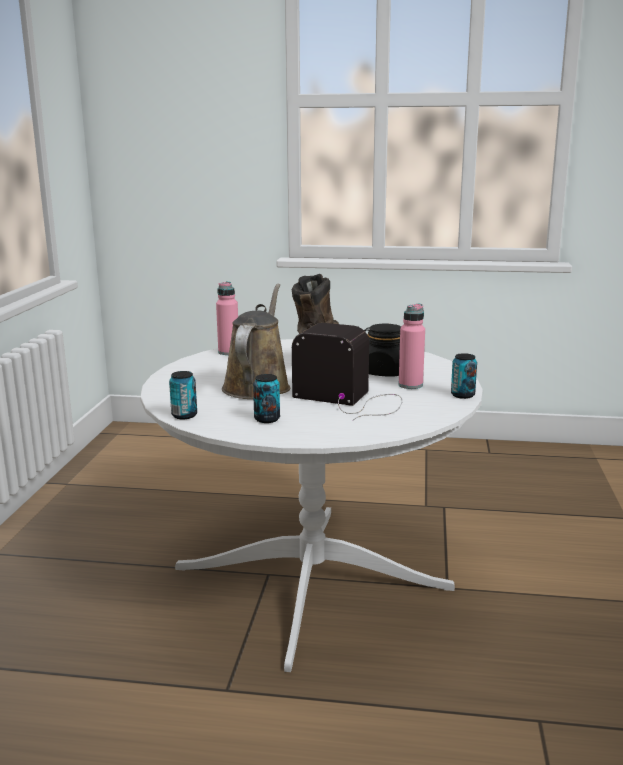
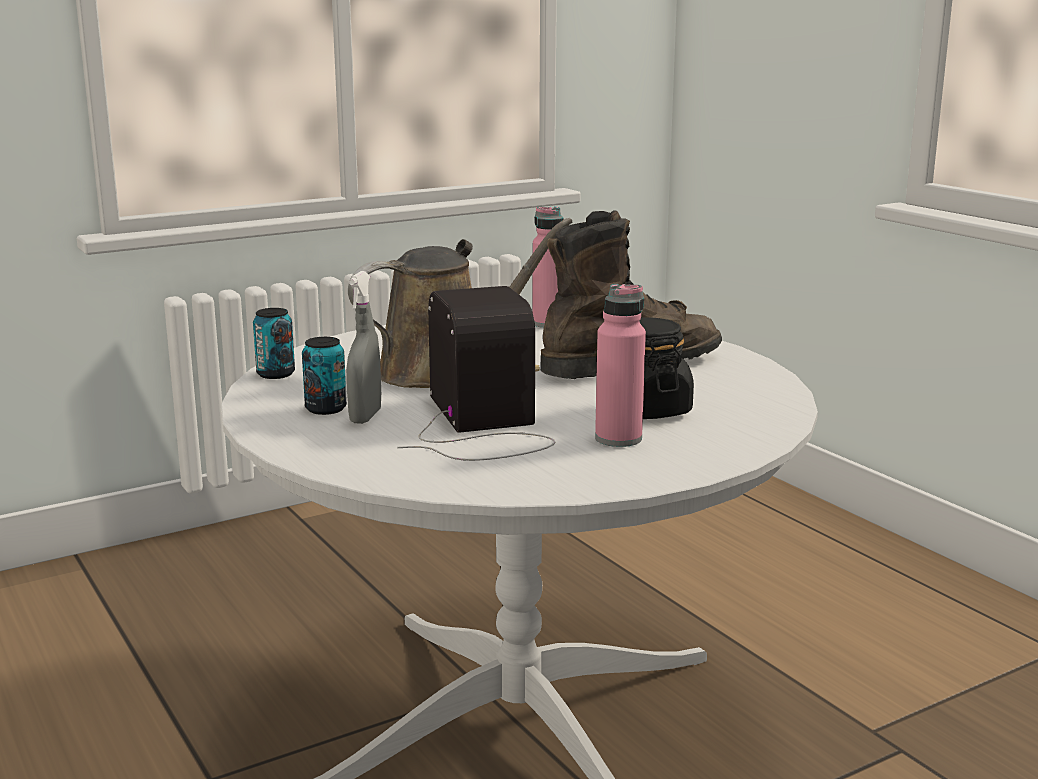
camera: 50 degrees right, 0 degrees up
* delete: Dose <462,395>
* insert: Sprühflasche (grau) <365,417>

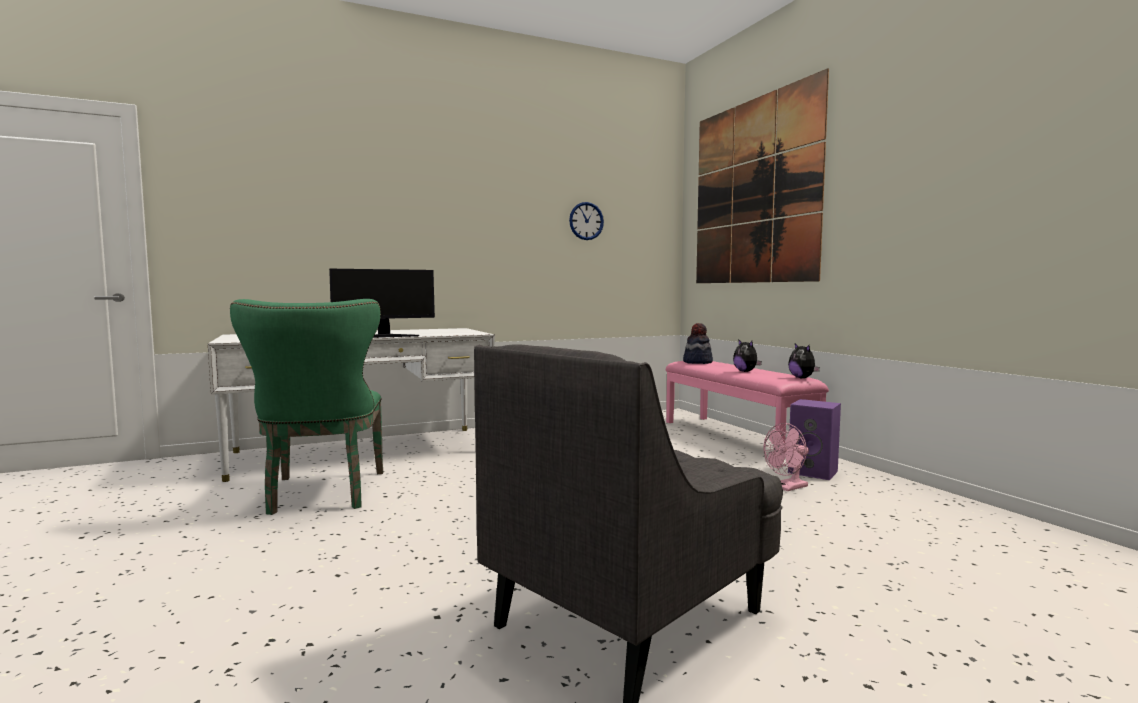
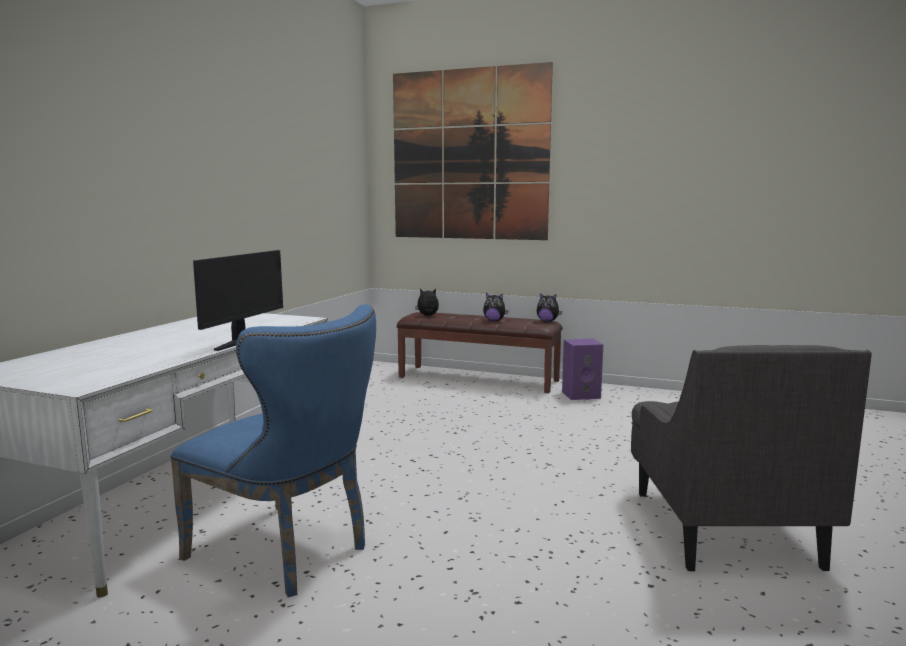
camera: 45 degrees left, 5 degrees up
* delete: Wanduhr <586,221>
* recolor: Stuhl (grün) <323,495> to Stuhl (blau) <288,552>
* replace: Hut <697,362> to Plüschtier <427,315>
* recolor: Bank (rosa) <737,437> to Bank (braun) <478,378>
* delete: Ventilator (rosa) <787,488>

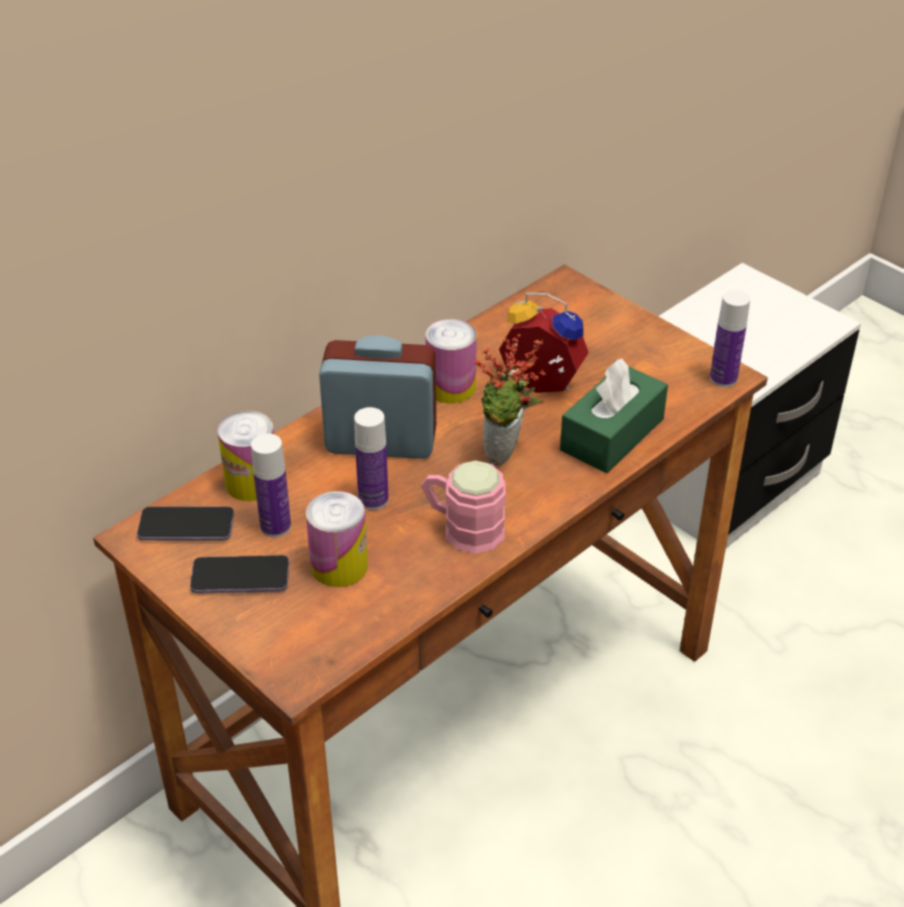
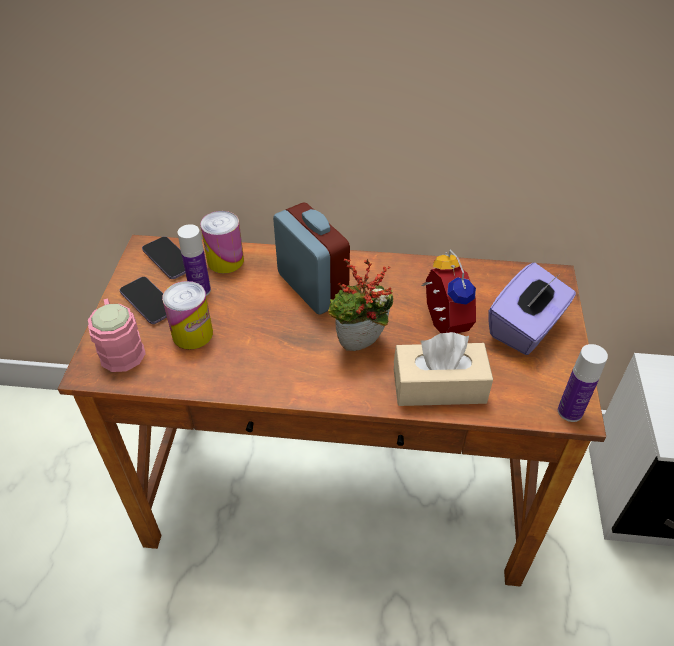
camera: 50 degrees right, 5 degrees up
* delete: Dose <451,387>
* recolor: Taschentuchbox (grün) <612,434> to Taschentuchbox (beige) <439,386>
* delete: Flasche <373,499>
* move: Henkelbecher (rosa) <463,528> to <120,348>
* insert: Taschentuchbox (lila) <526,328>

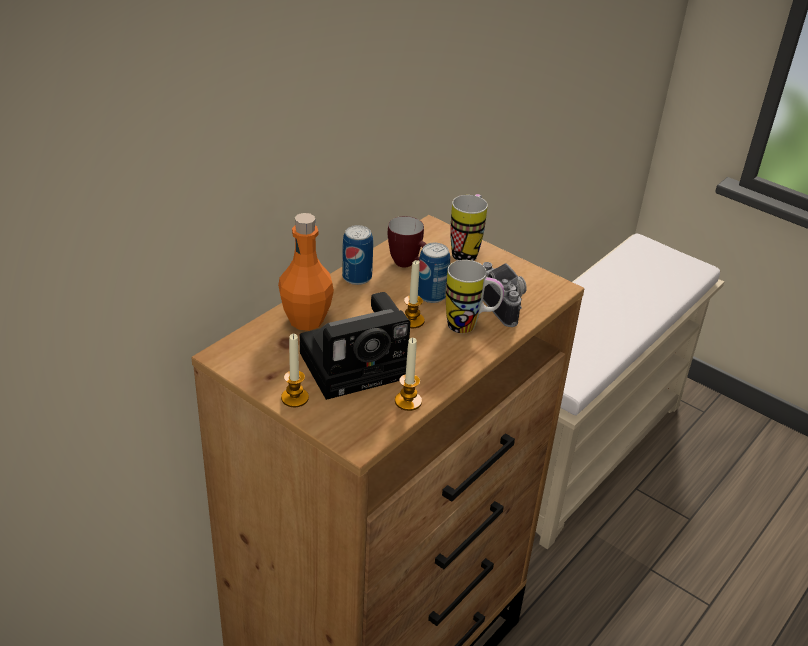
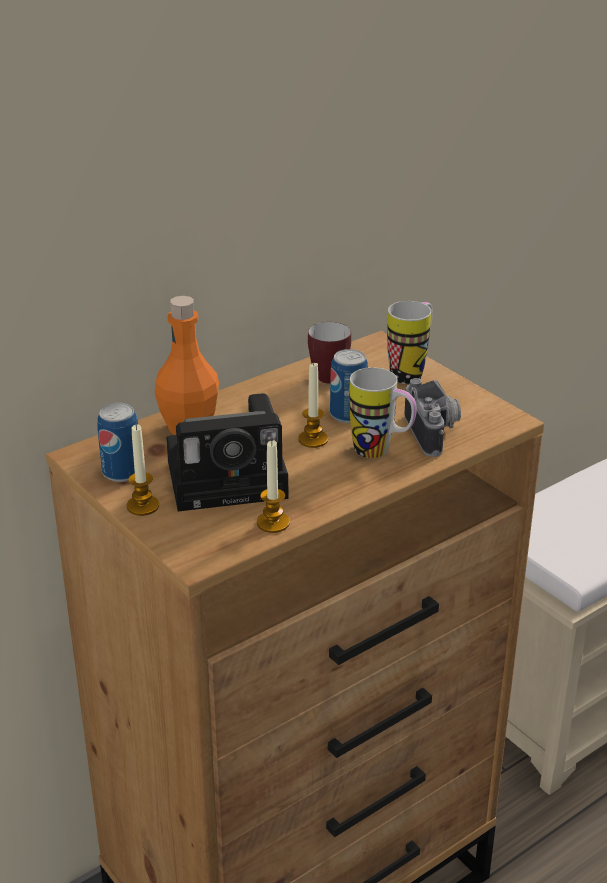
camera: 15 degrees right, 5 degrees down
* move: Dose <357,277> to <122,472>

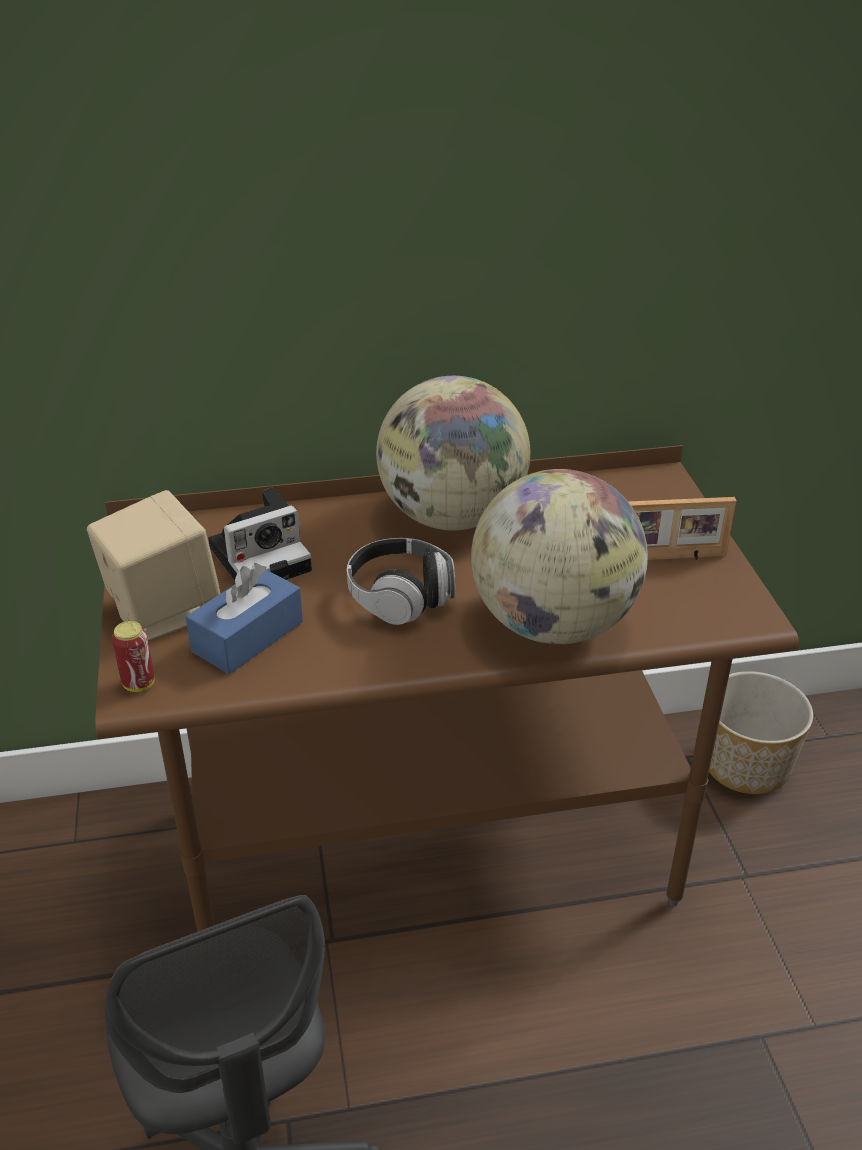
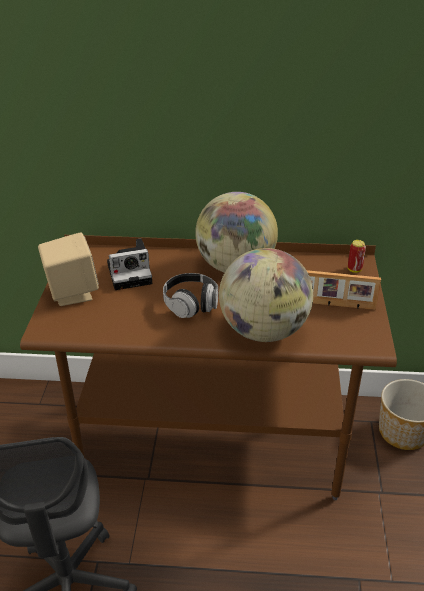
camera: 15 degrees right, 0 degrees up
* delete: Taschentuchbox (blau) <248,636>
* move: Dose <139,684> to <354,269>

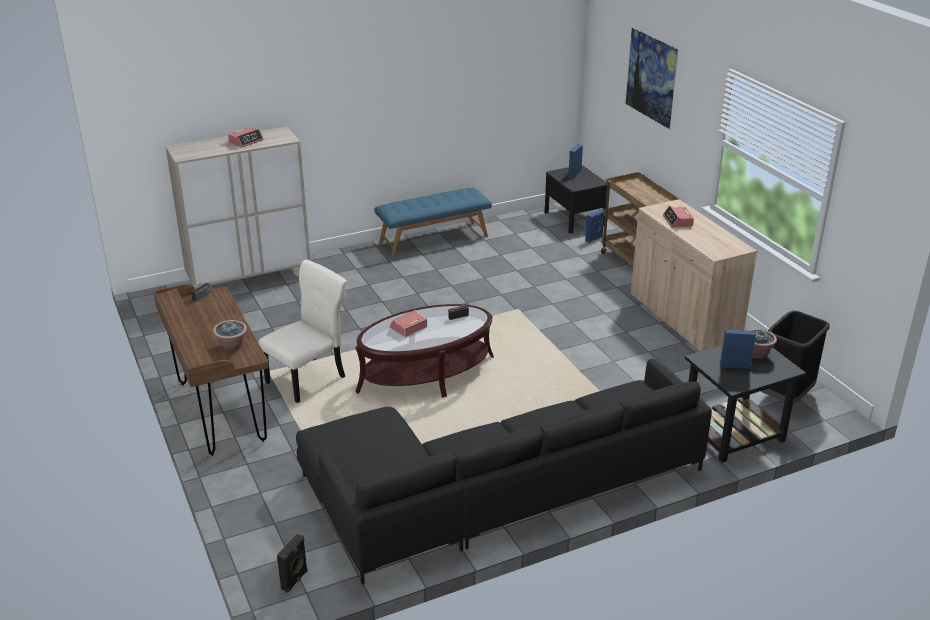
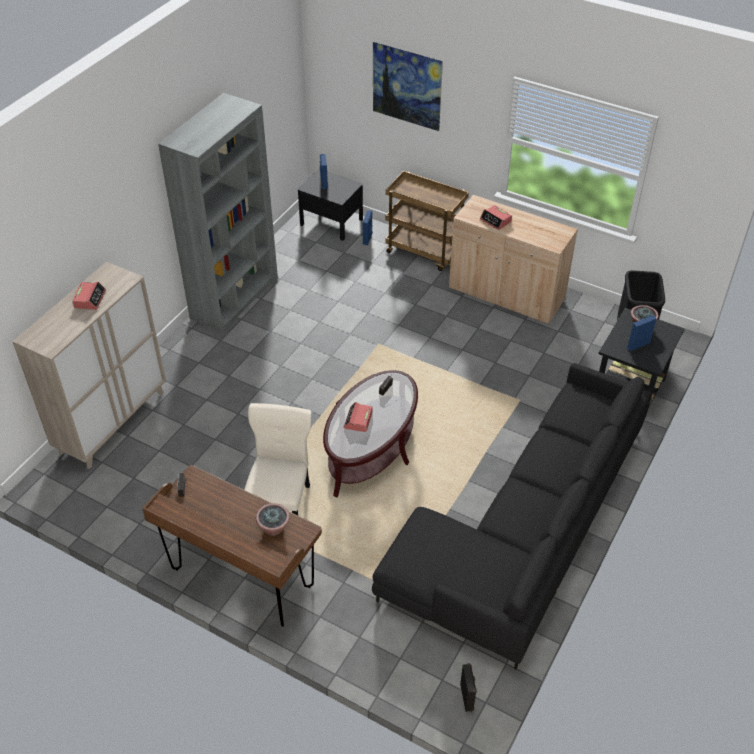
camera: 35 degrees left, 15 degrees up
* replace: Bank (blau) <433,239> to Bücherregal (grau) <234,297>

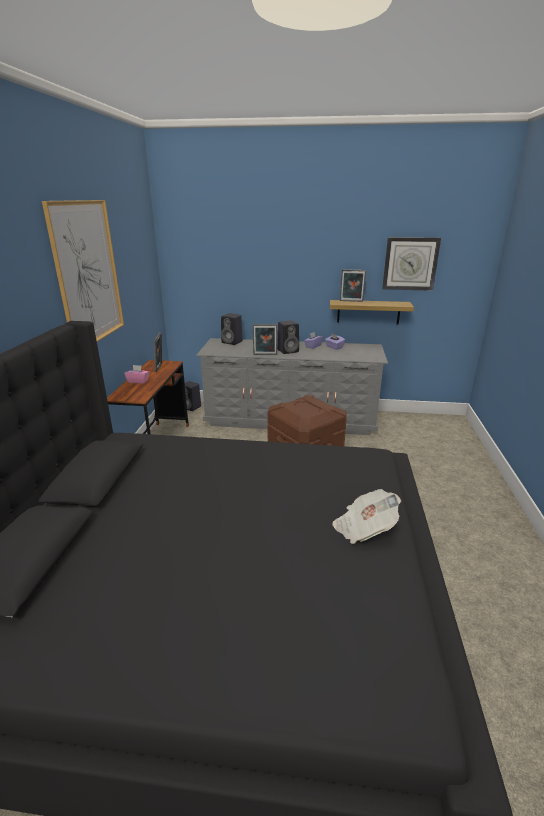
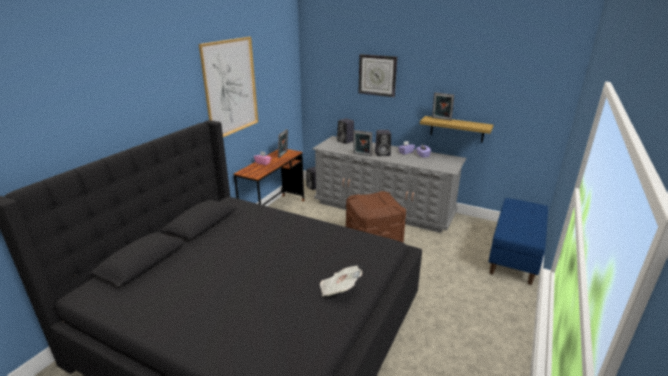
camera: 20 degrees right, 0 degrees up
* move: Wanduhr <410,264> to <377,75>
* insert: Bank (blau) <515,255>

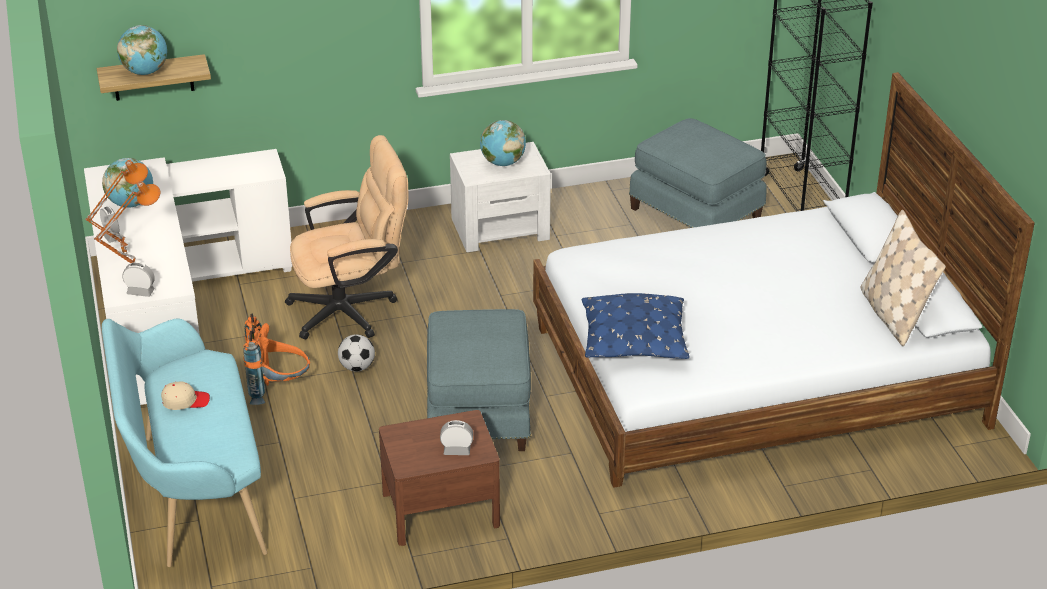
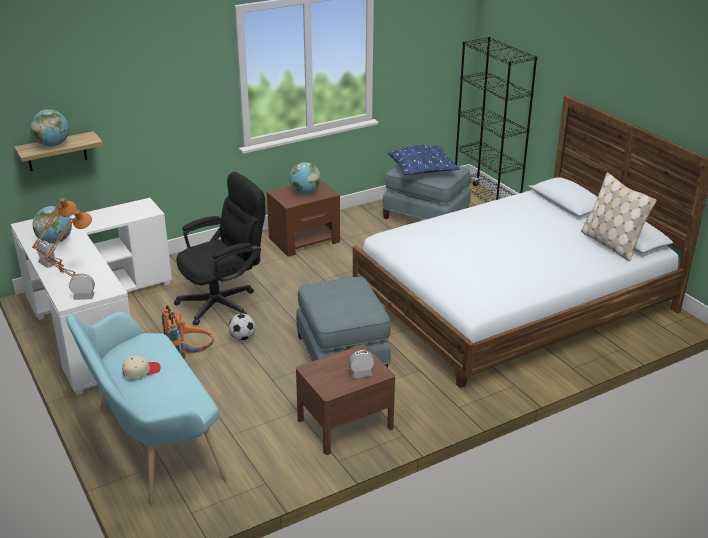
camera: 15 degrees left, 5 degrees down
* recolor: Bürostuhl (beige) <352,310> to Bürostuhl (schwarz) <224,302>
* recolor: Nachttisch (weiß) <501,228> to Nachttisch (braun) <305,240>
* move: Kissen (blau) <634,341> to <423,169>

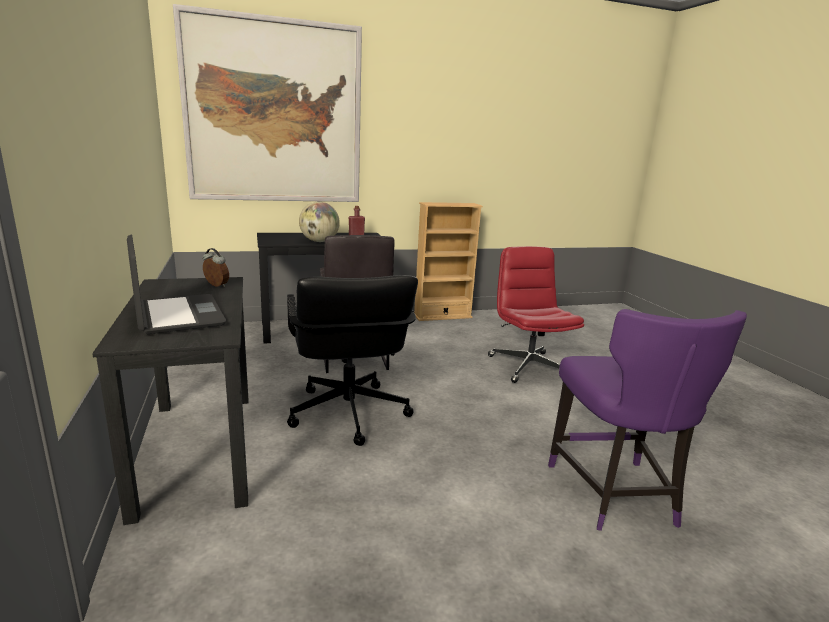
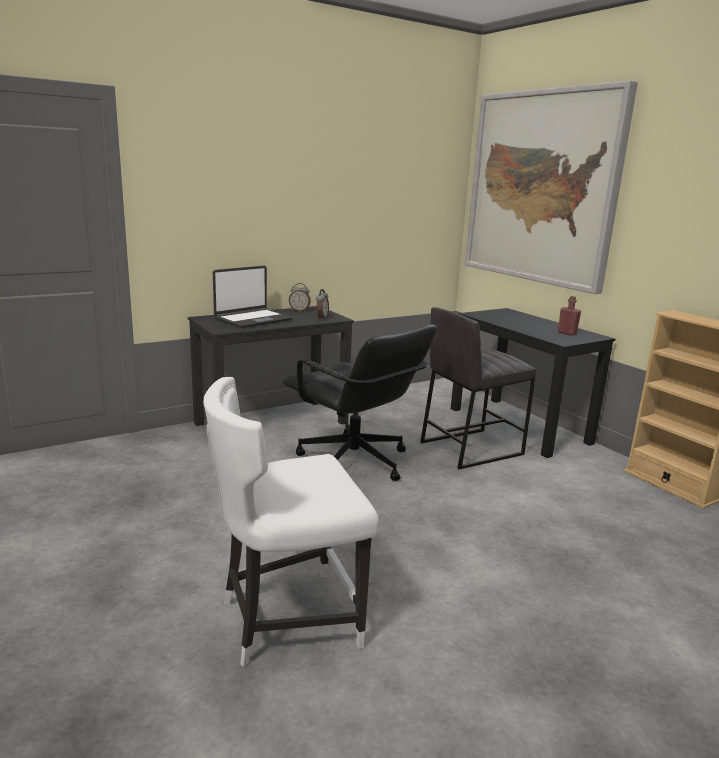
camera: 75 degrees right, 0 degrees up
* delete: Globus <319,241>
* delete: Bürostuhl (rot) <528,366>
* rotate: Bürostuhl (schwarz) <348,413> = <354,462> 105 degrees counterclockwise
* recolor: Stuhl (lila) <614,495> to Stuhl (weiß) <286,619>
* insert: Wecker <299,311>

